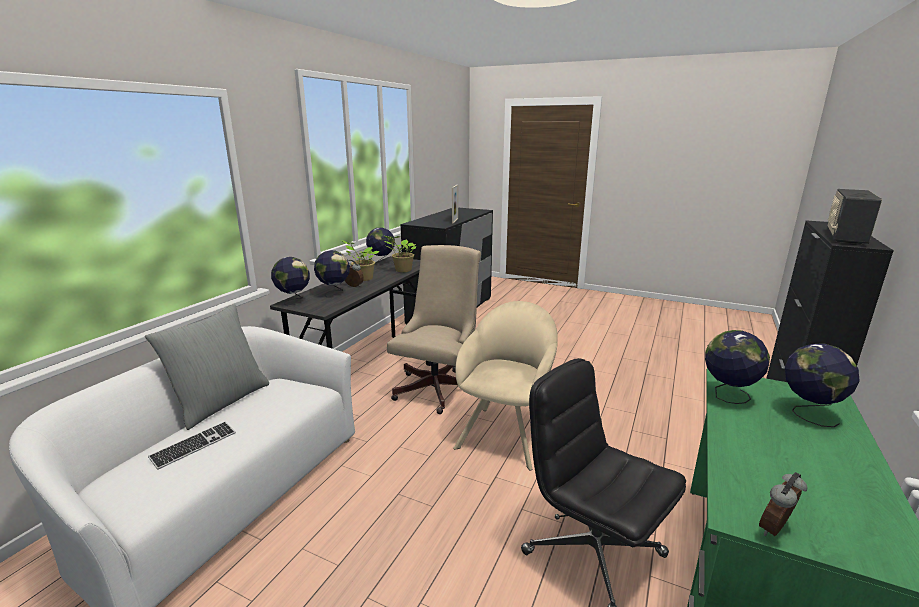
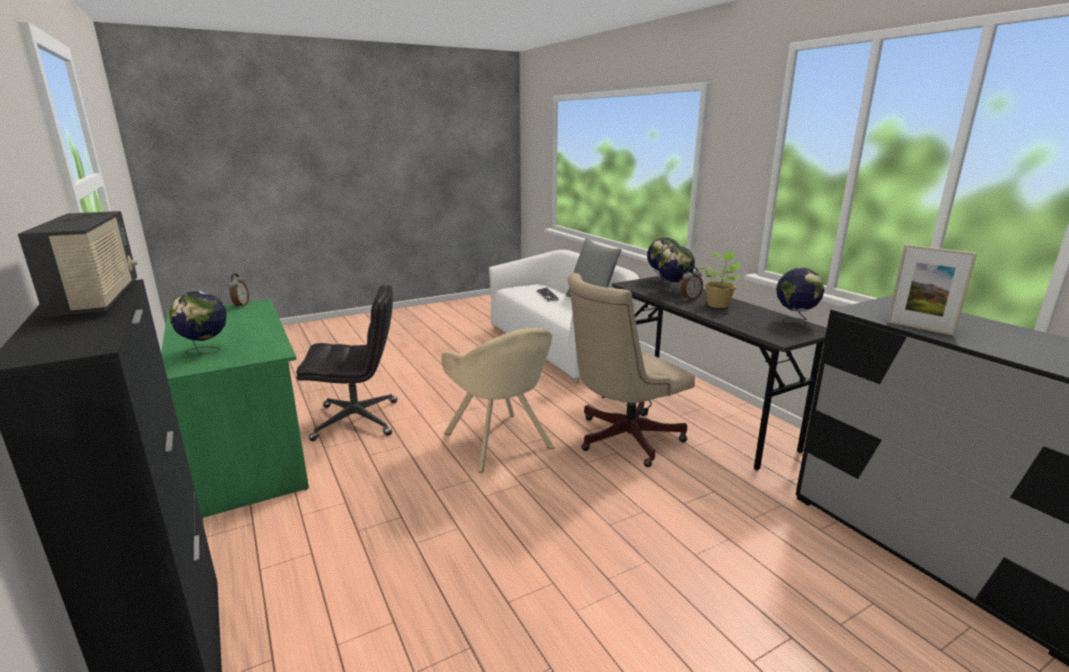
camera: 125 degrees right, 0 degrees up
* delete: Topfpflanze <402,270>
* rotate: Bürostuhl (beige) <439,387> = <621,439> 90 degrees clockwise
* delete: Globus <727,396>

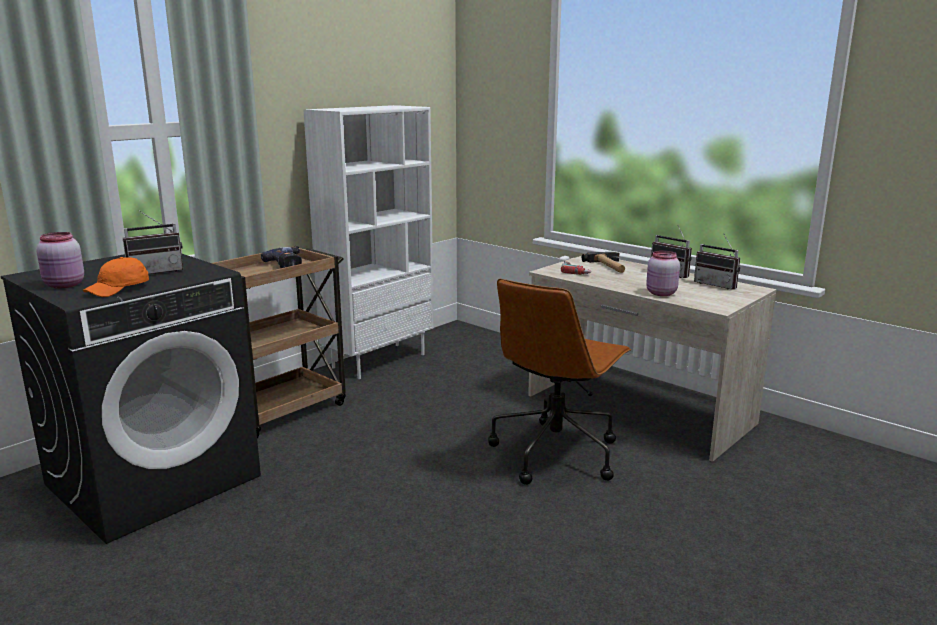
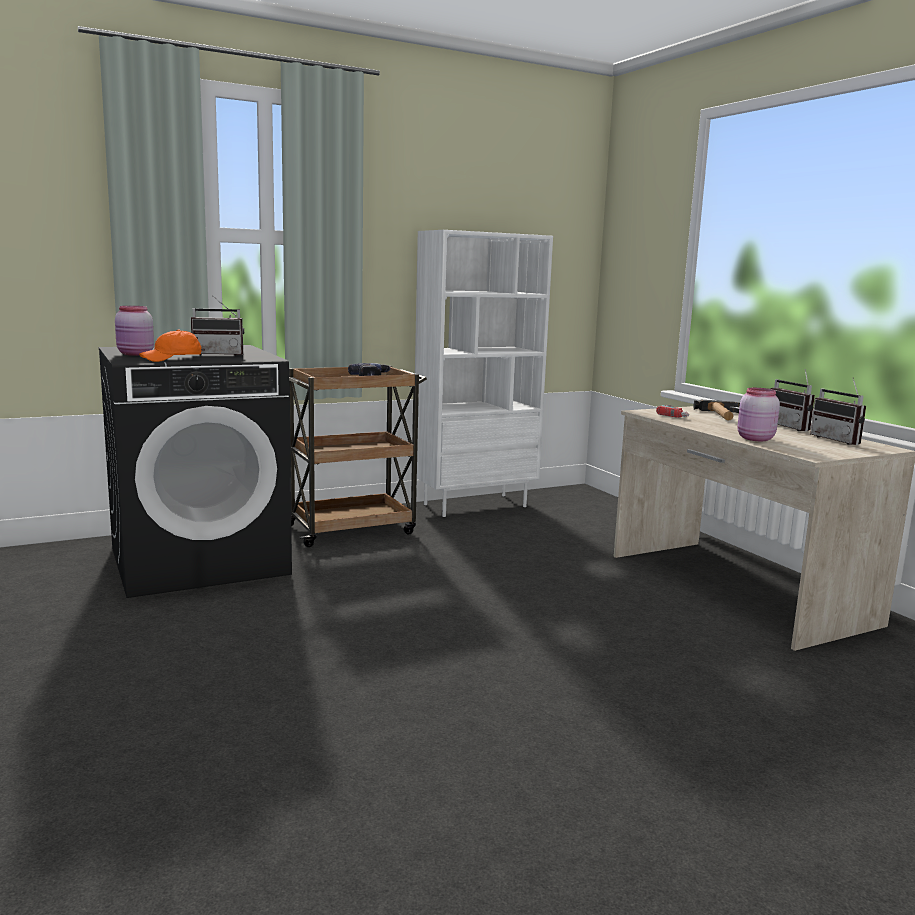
camera: 20 degrees right, 5 degrees down
* delete: Bürostuhl (braun) <555,452>

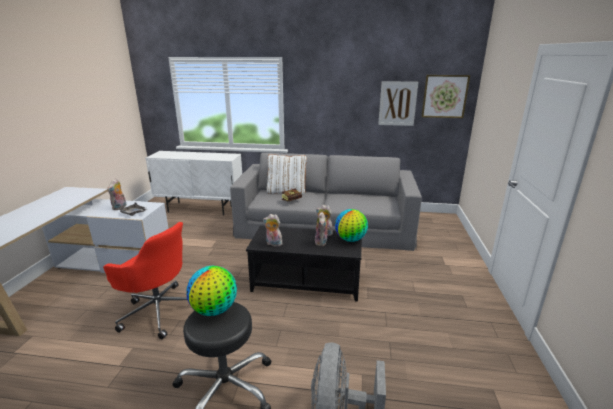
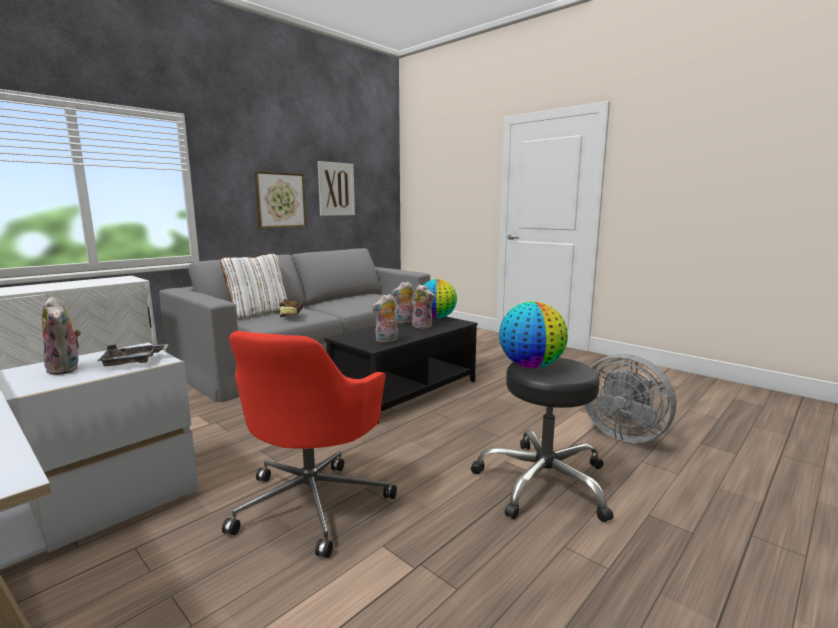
camera: 55 degrees left, 10 degrees down
* move: Bild <444,96> to <281,200>
* rotate: Bürostuhl (rot) <159,310> = <313,502> 135 degrees clockwise

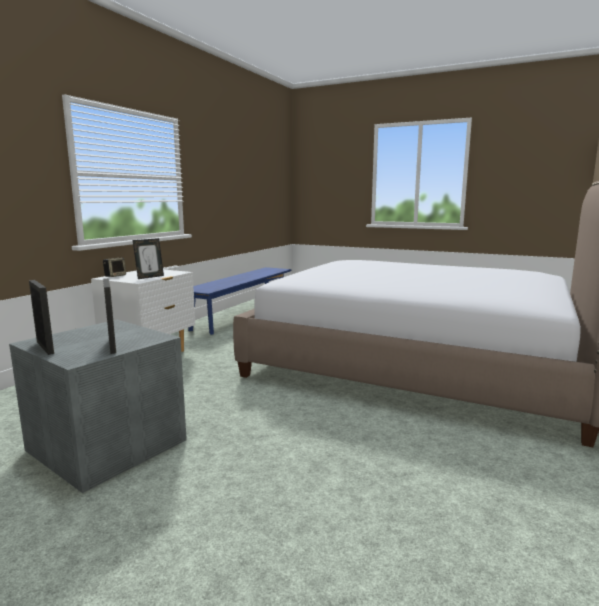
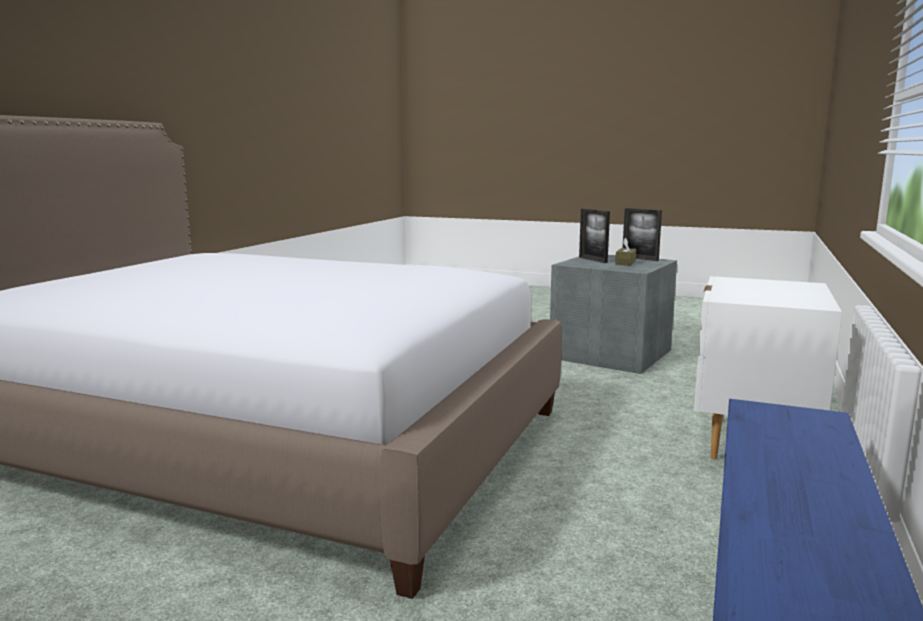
camera: 175 degrees right, 0 degrees up
* delete: Bilderrahmen <150,277>
* delete: Lautsprecher <115,276>
* insert: Taschentuchbox (braun) <625,262>

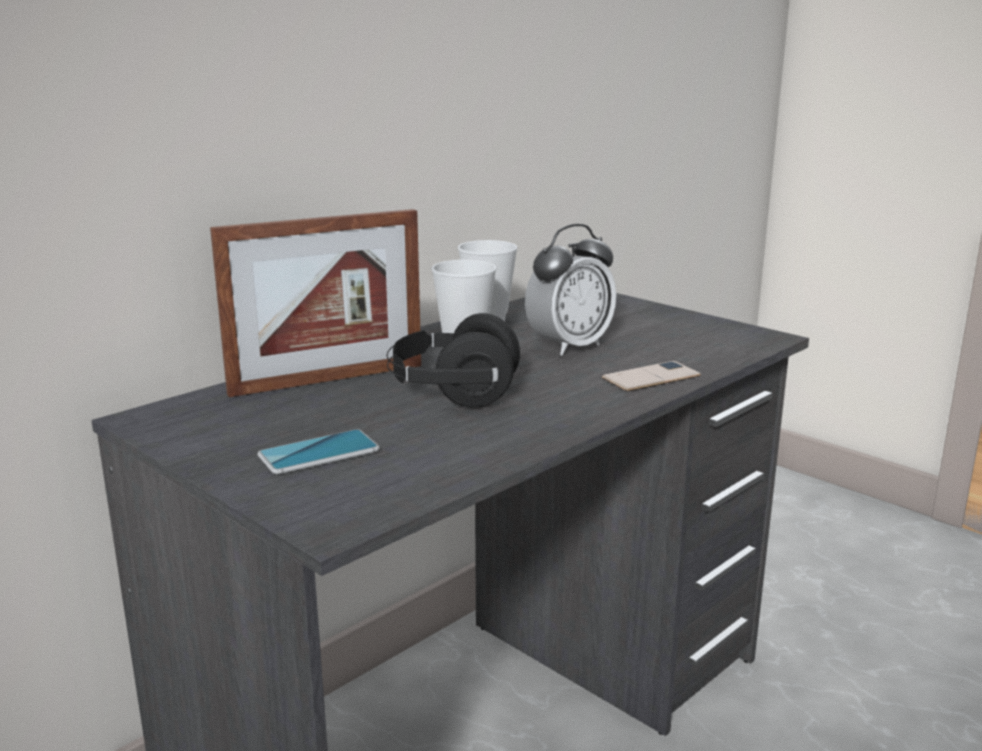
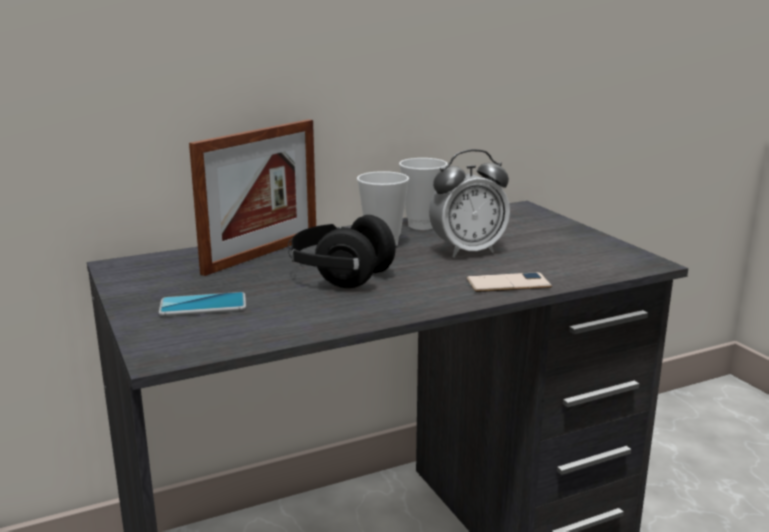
camera: 20 degrees right, 0 degrees up
* rotate: Bilderrahmen <327,379> = <262,254> 45 degrees counterclockwise

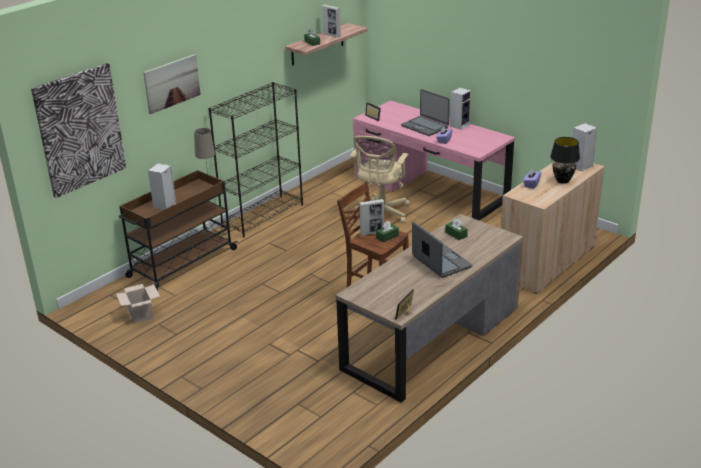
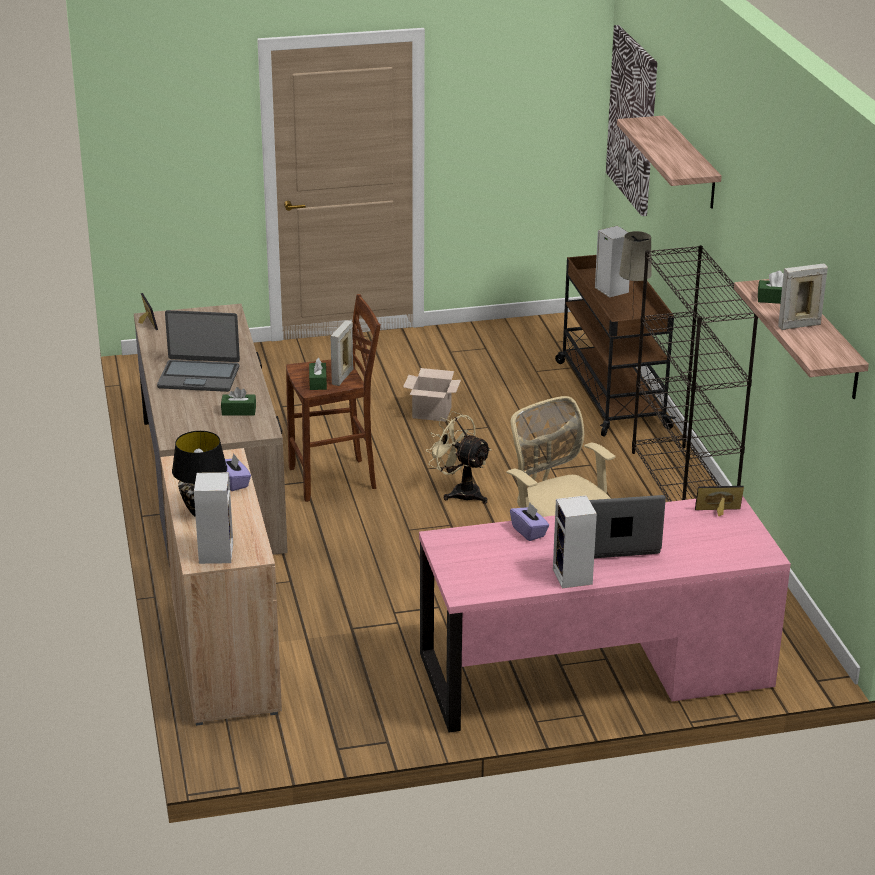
camera: 125 degrees right, 0 degrees up
* replace: Bild <172,83> to Wandregal <690,163>
* move: Karton <141,315> to <430,413>
* insert: Ventilator (beige) <460,492>

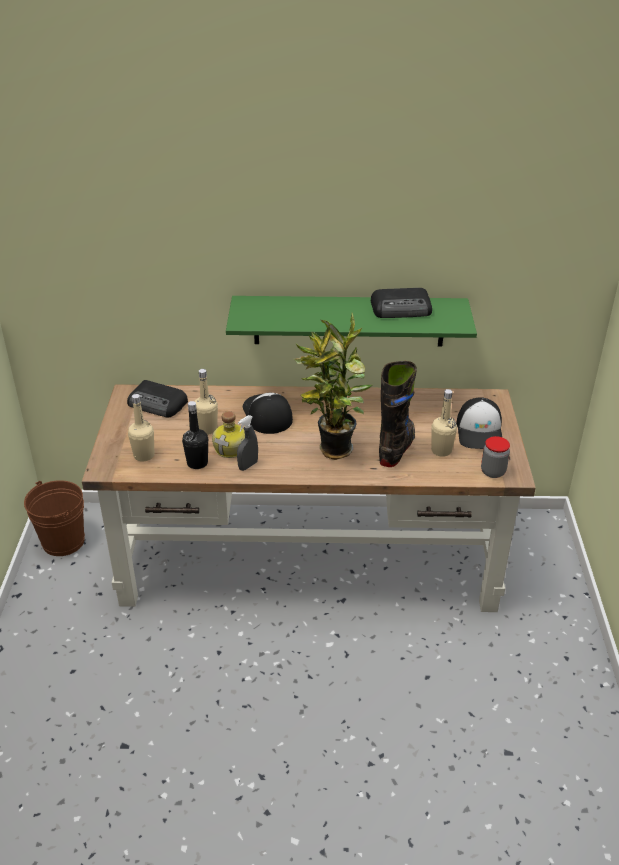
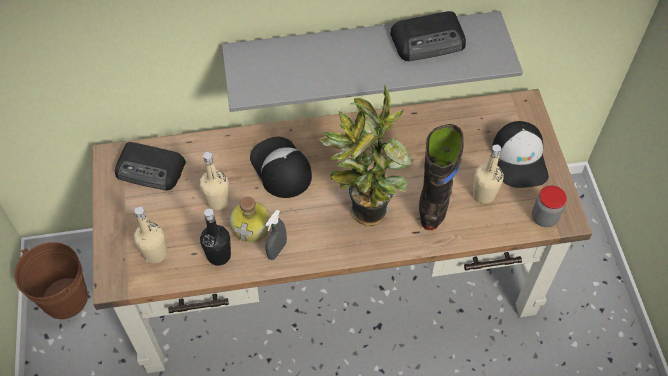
camera: 10 degrees left, 20 degrees up
* recolor: Wandregal (grün) <349,321> to Wandregal (grau) <362,49>

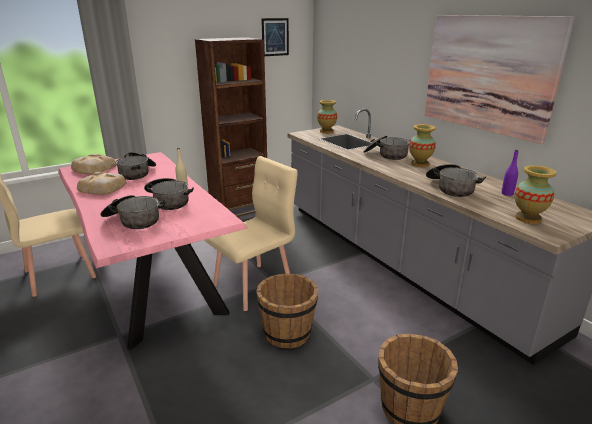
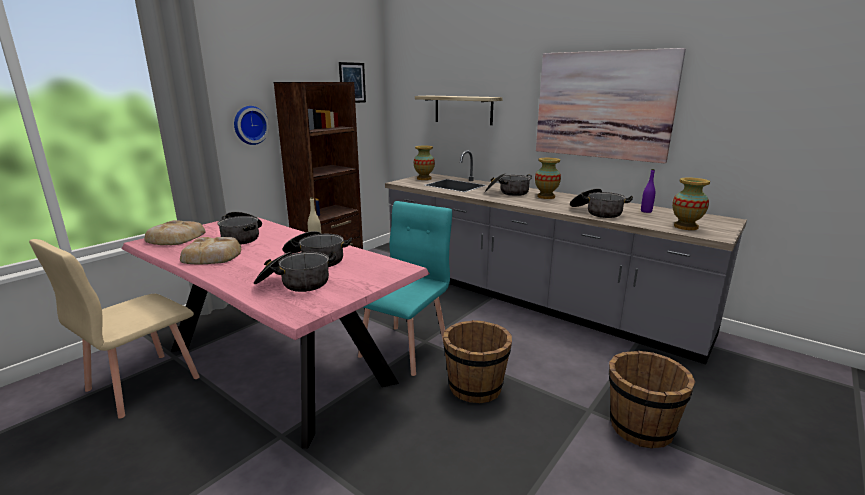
camera: 20 degrees left, 5 degrees down
* recolor: Stuhl (beige) <254,286> to Stuhl (türkis) <405,349>
* insert: Wandregal <463,109>
* insert: Wanduhr <250,125>

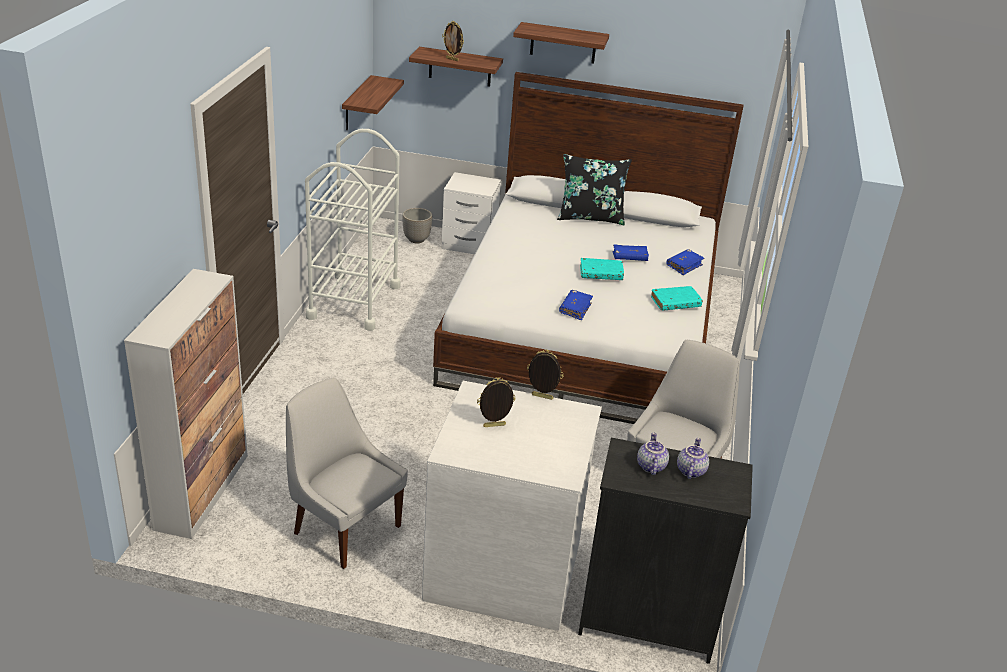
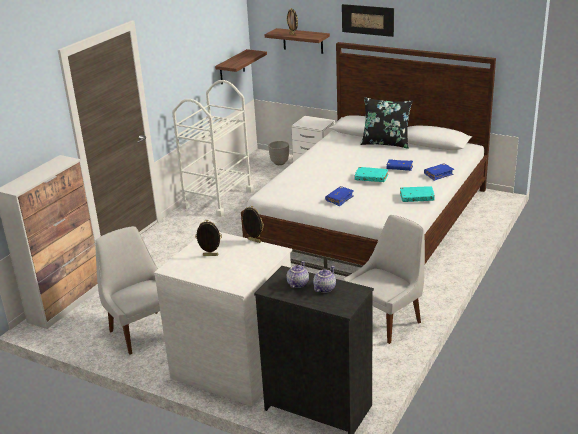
camera: 20 degrees right, 5 degrees down
* replace: Wandregal <563,43> to Bild <367,20>

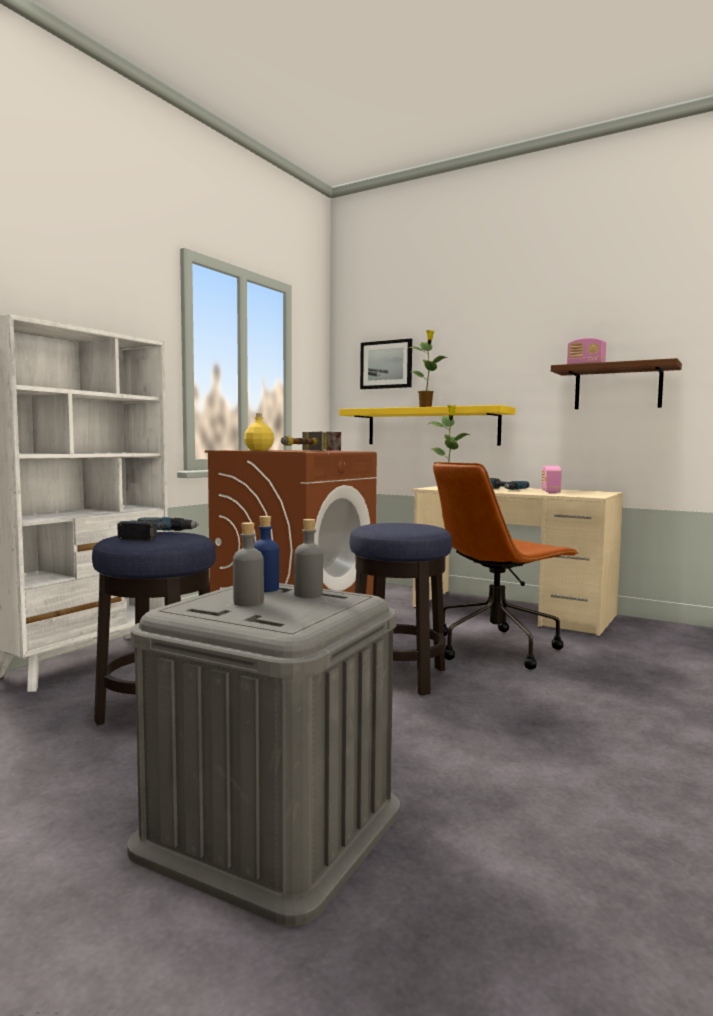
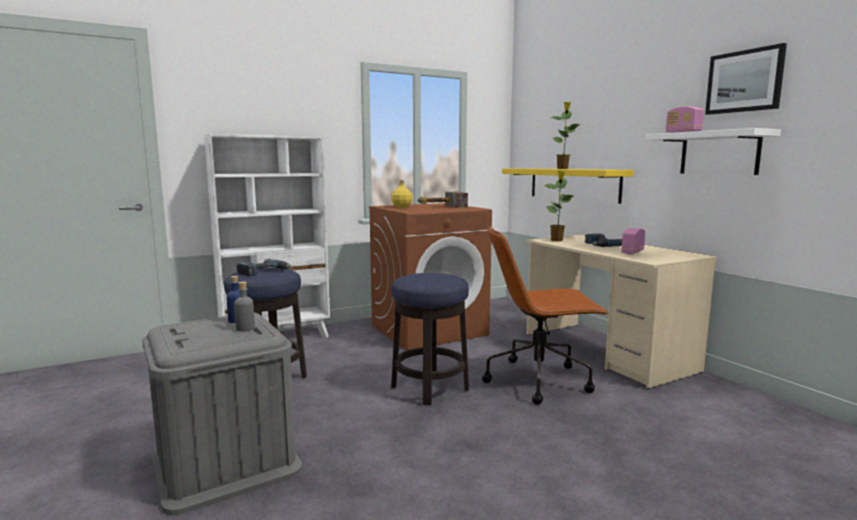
camera: 30 degrees right, 5 degrees up
* move: Bild <386,364> to <744,81>
* recolor: Wandregal (braun) <617,387> to Wandregal (weiß) <719,153>
* delete: Flasche (grau) <248,602>

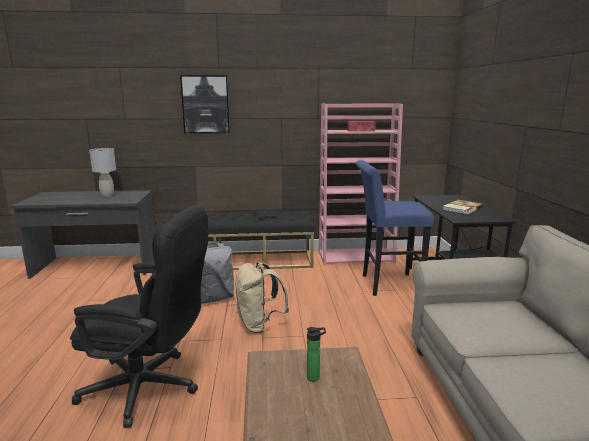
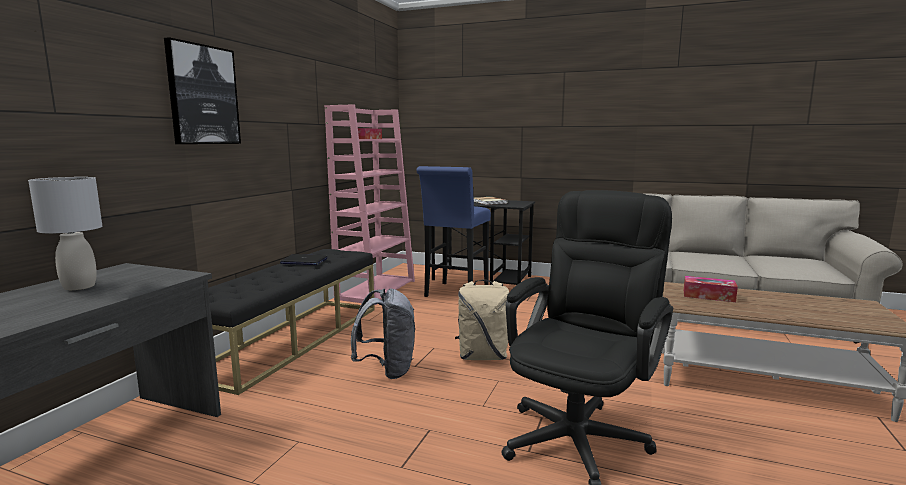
camera: 65 degrees left, 5 degrees down
* replace: Flasche <315,377> to Taschentuchbox <708,296>

